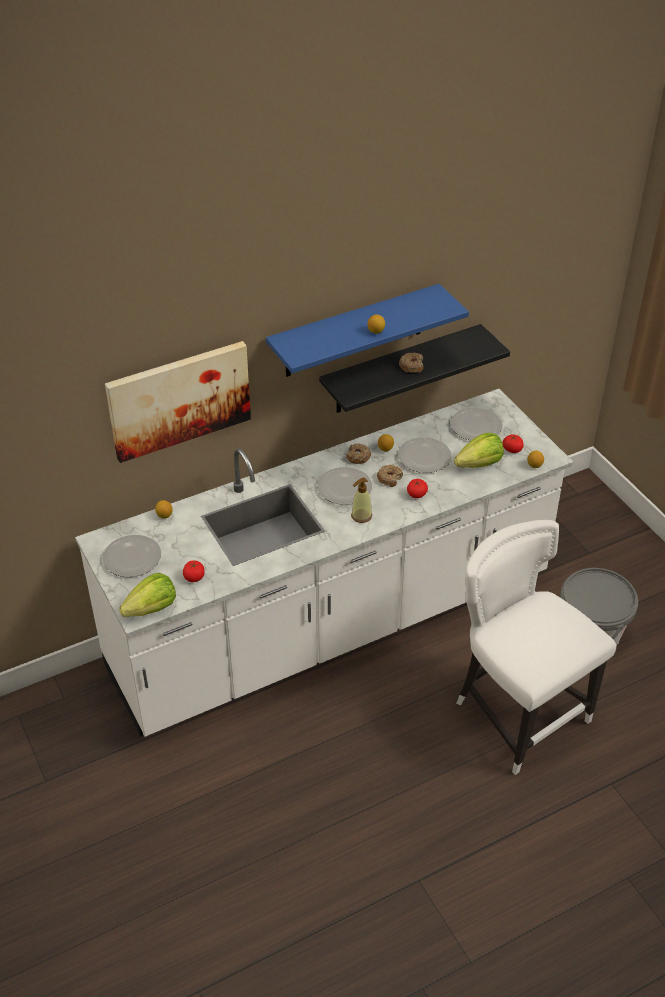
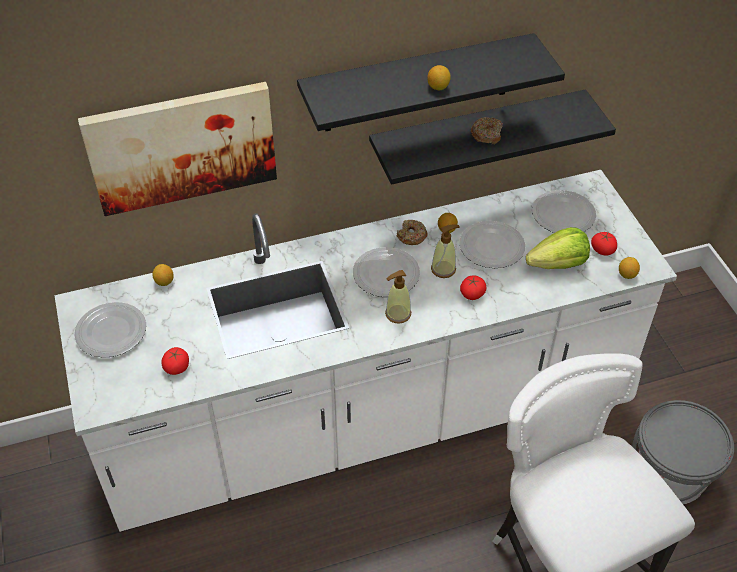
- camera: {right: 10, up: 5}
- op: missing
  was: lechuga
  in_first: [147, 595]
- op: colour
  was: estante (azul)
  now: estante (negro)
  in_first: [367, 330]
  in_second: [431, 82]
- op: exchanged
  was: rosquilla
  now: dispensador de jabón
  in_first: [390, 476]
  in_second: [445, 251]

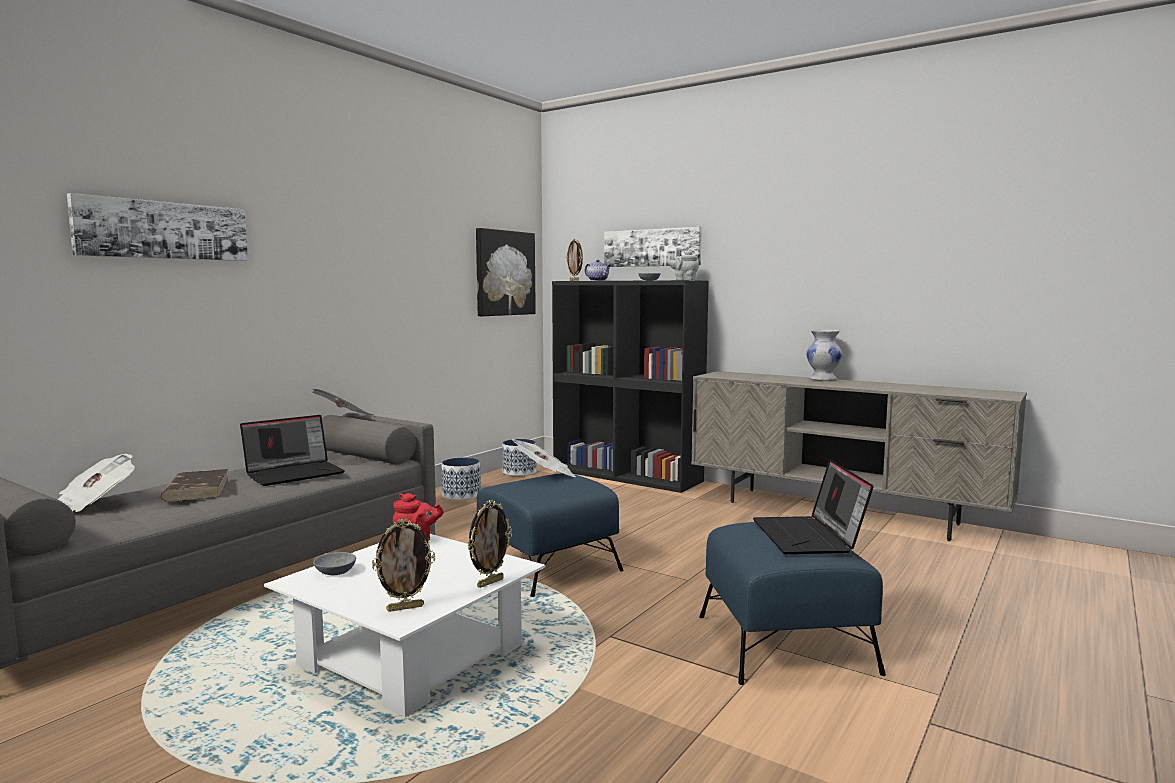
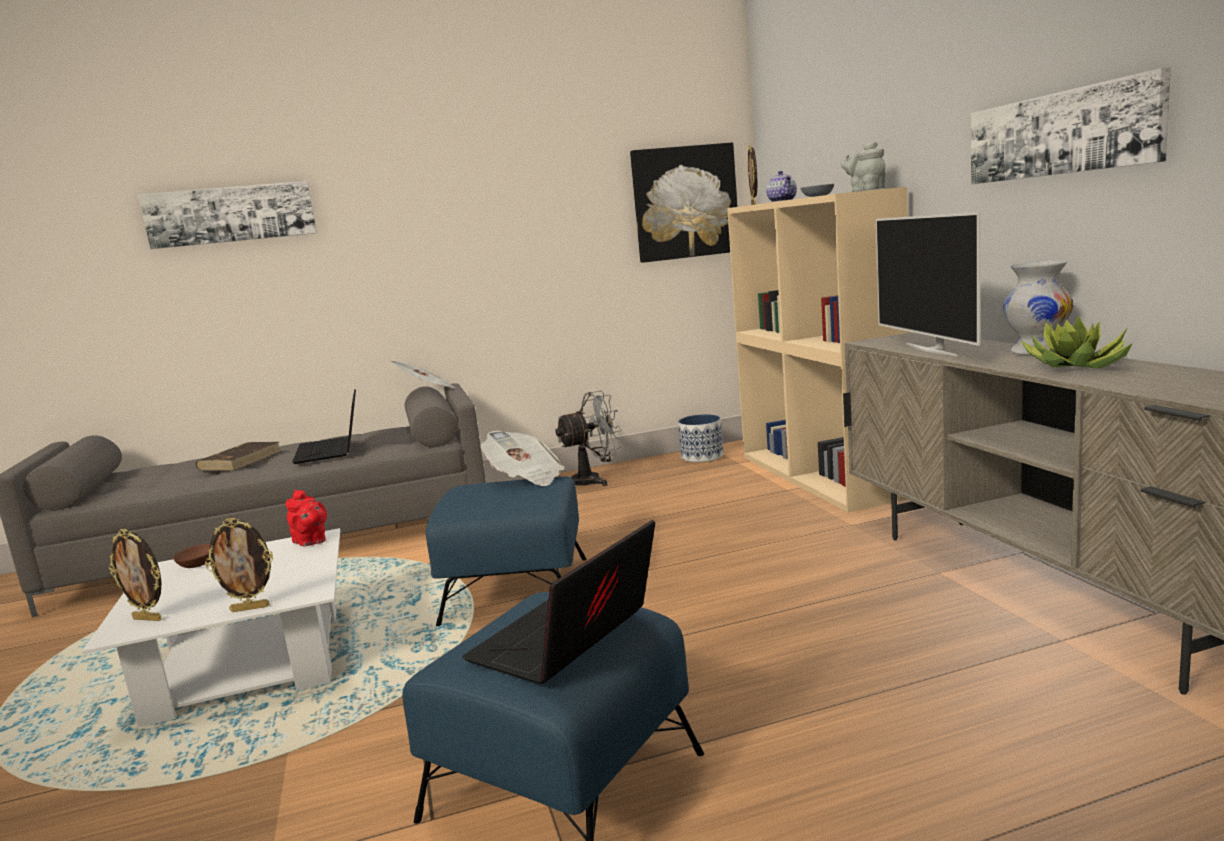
- camera: {right: 40, up: 5}
- op: missing
  was: periódico
  in_first: [96, 483]
- op: spun
  was: portátil
  in_first: [292, 450]
  in_second: [324, 426]
  clockwise: 75
- op: colour
  was: cuenco (gris)
  now: cuenco (marrón)
  in_first: [334, 563]
  in_second: [191, 556]
- op: exchanged
  was: maceta
  now: ventilador (gris)
  in_first: [461, 478]
  in_second: [588, 438]
- op: colour
  was: estantería (negro)
  now: estantería (beis)
  in_first: [630, 386]
  in_second: [818, 349]
- op: relocated
  was: cuadro
  in_first: [653, 247]
  in_second: [1071, 126]
- op: appeared
  now: televisor
  in_second: [928, 284]
- op: appeared
  now: planta en maceta
  in_second: [1077, 342]

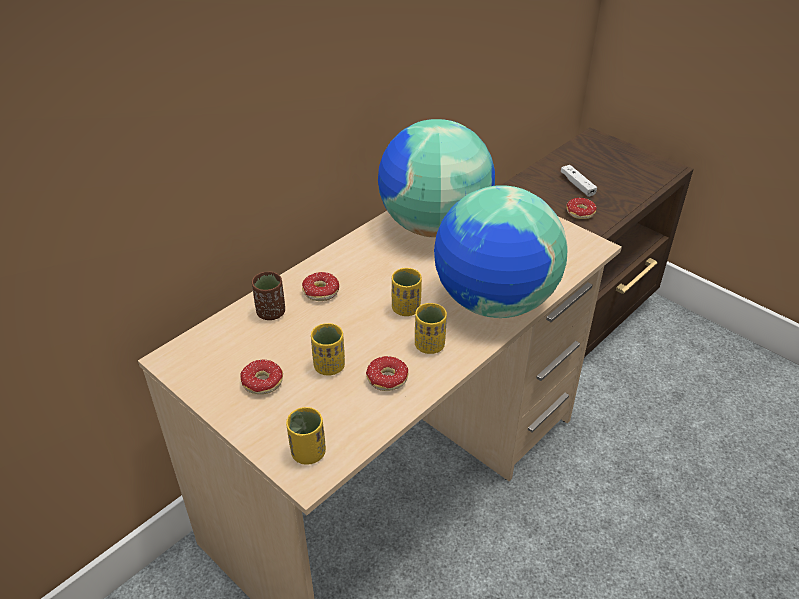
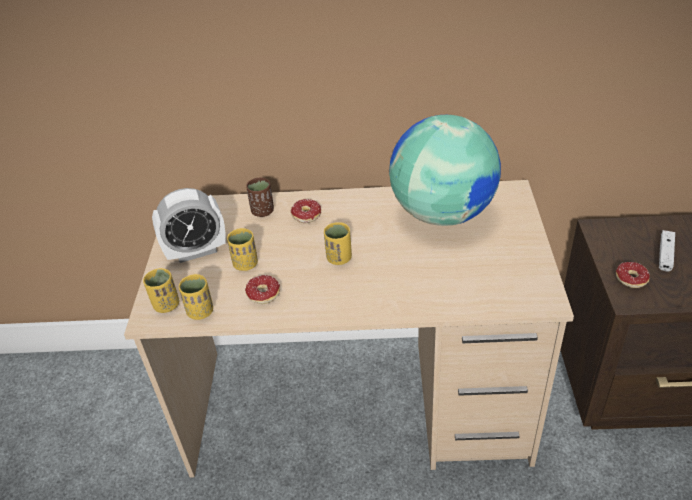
- camera: {right: 50, up: 0}
- op: exchanged
  was: rosquilla
  now: despertador
  in_first: [261, 381]
  in_second: [189, 225]
- op: relocated
  was: taza (amarillo)
  in_first: [431, 328]
  in_second: [196, 297]
- op: missing
  was: globo terráqueo
  in_first: [501, 251]

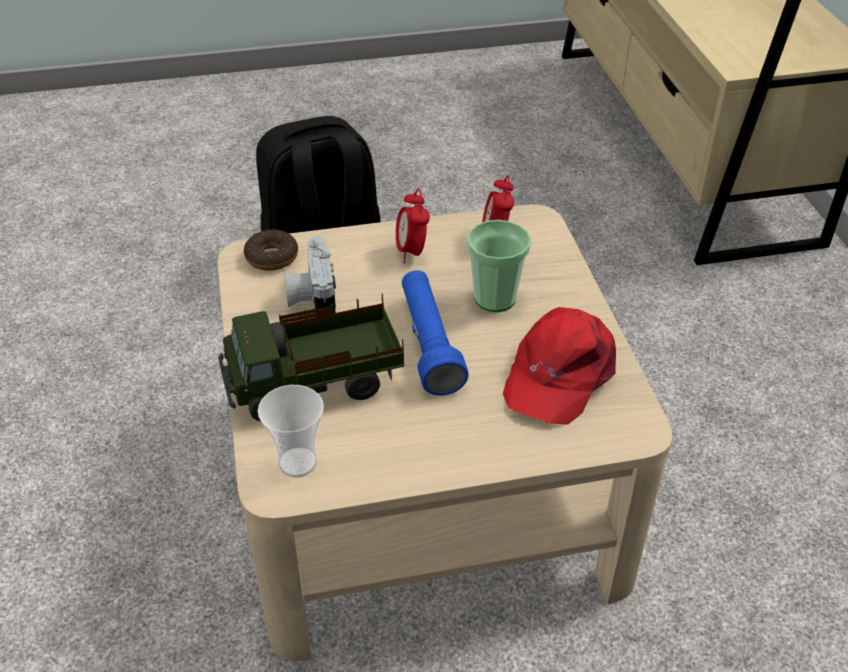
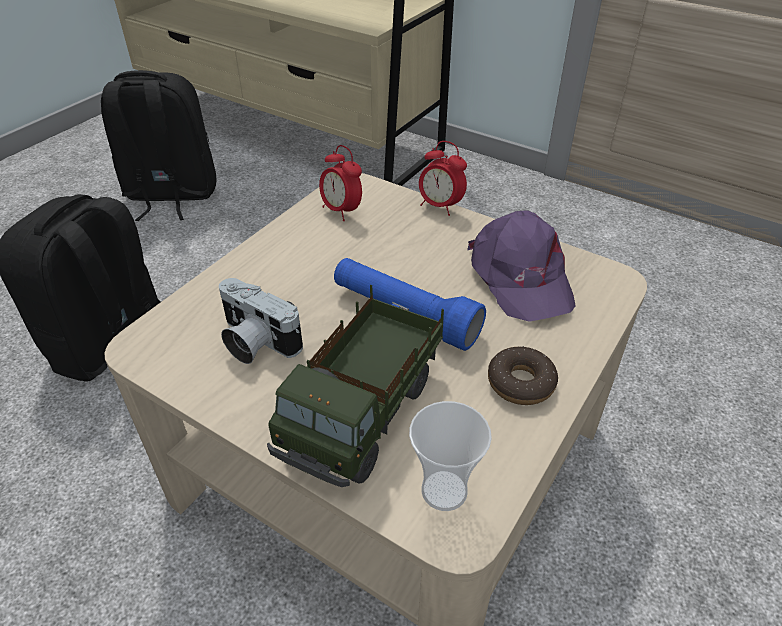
- camera: {right: -45, up: 0}
- op: relocated
  was: rosquilla
  in_first: [271, 250]
  in_second: [523, 375]
- op: relocated
  was: despertador
  in_first: [413, 226]
  in_second: [443, 178]
- op: missing
  was: taza
  in_first: [499, 266]
- op: colour
  was: gorra (rojo)
  now: gorra (morado)
  in_first: [559, 366]
  in_second: [521, 266]
- op: appeared
  now: mochila (negro)
  in_second: [159, 145]

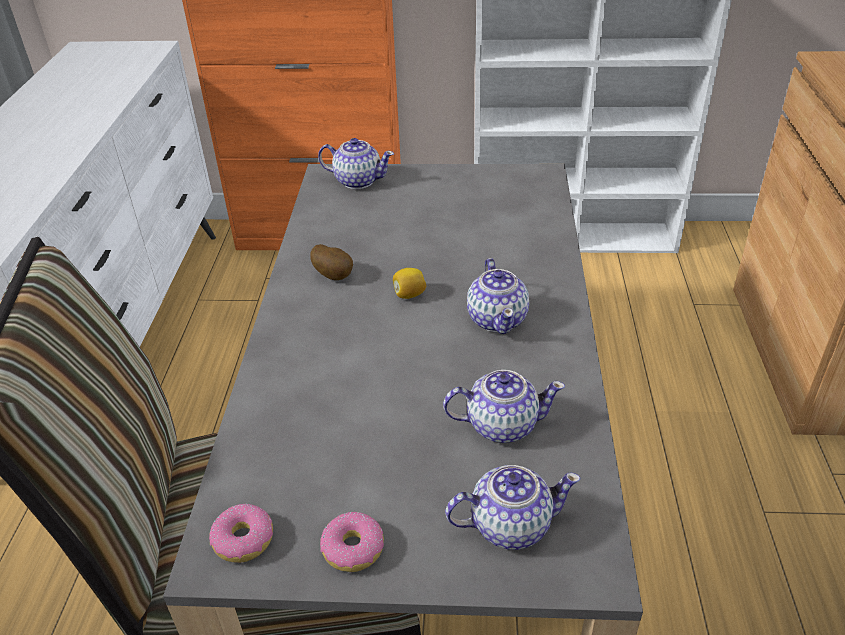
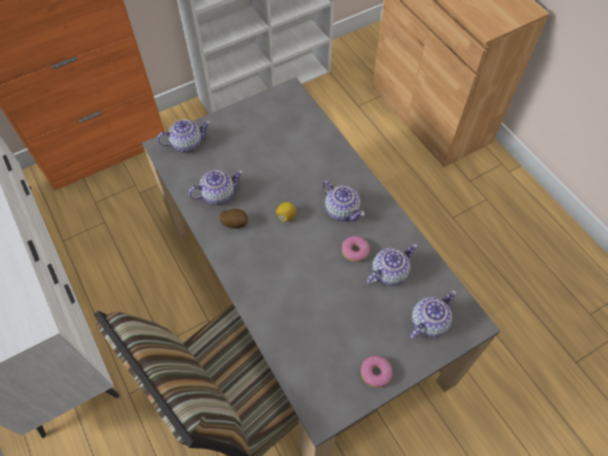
- camera: {right: -35, up: 20}
- op: relocated
  was: rosquilla
  in_first: [241, 533]
  in_second: [356, 249]
- op: appeared
  now: tetera
  in_second: [215, 187]

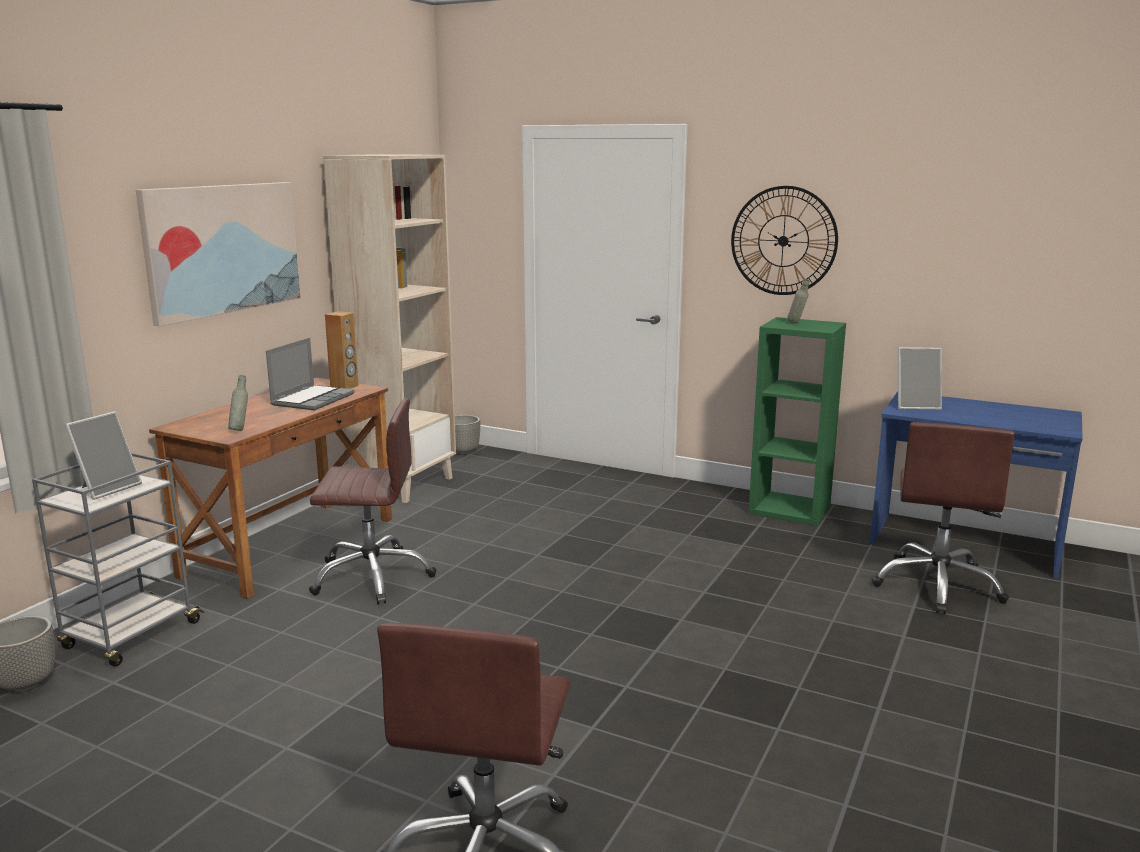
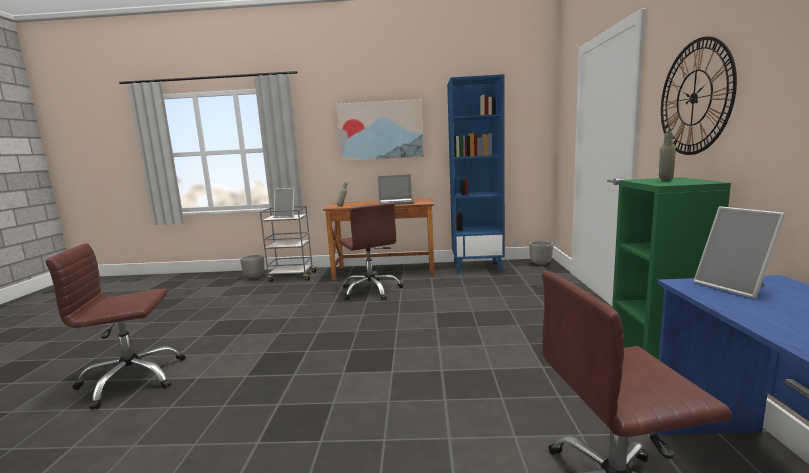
- camera: {right: 65, up: -5}
- op: colour
  was: estantería (beis)
  now: estantería (azul)
  in_first: [389, 328]
  in_second: [476, 173]
- op: missing
  was: altavoz (marrón)
  in_first: [342, 350]

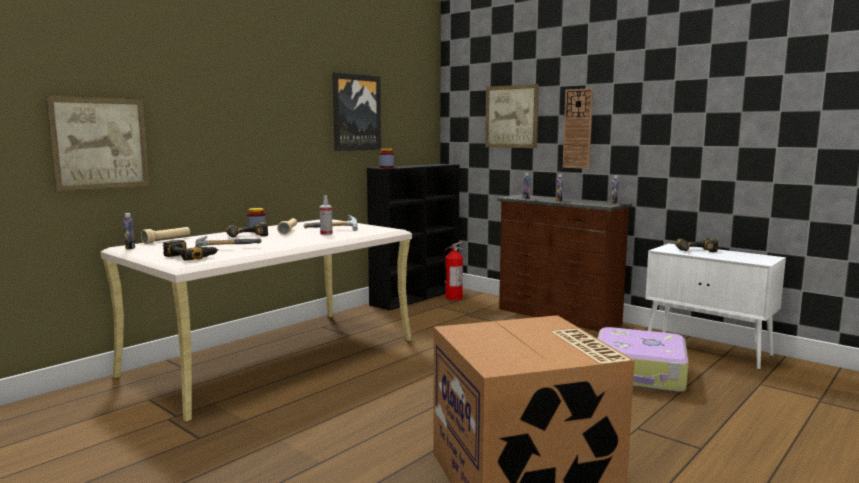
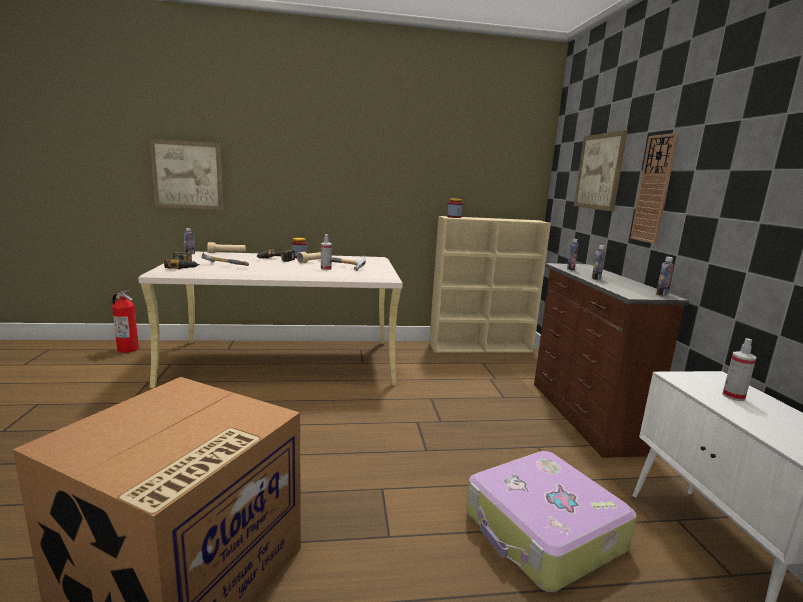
- camera: {right: 40, up: 5}
- op: missing
  was: cuadro
  in_first: [356, 111]
- op: colour
  was: estantería (negro)
  now: estantería (beis)
  in_first: [413, 237]
  in_second: [490, 284]
- op: relocated
  was: extintor
  in_first: [453, 270]
  in_second: [125, 321]
- op: exchanged
  was: taladro
  now: pulverizador
  in_first: [696, 245]
  in_second: [739, 369]

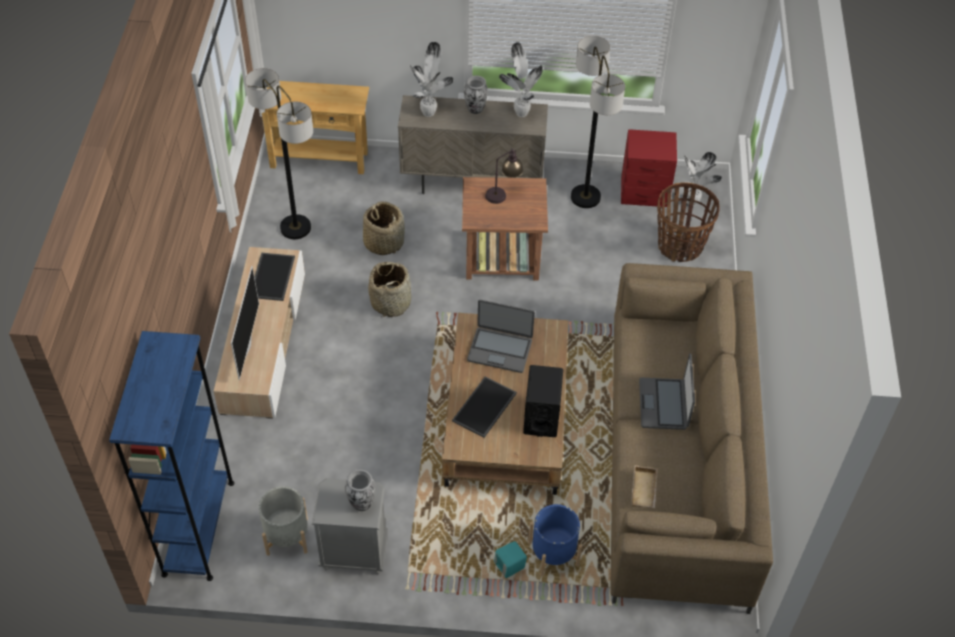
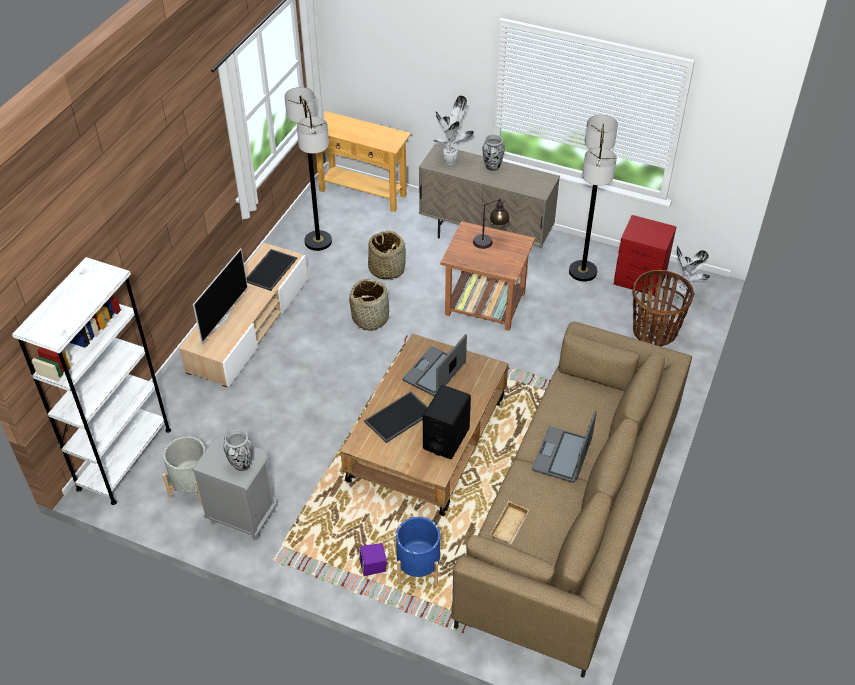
- camera: {right: 20, up: -5}
- op: colour
  was: estantería (azul)
  now: estantería (blanco)
  in_first: [171, 456]
  in_second: [91, 381]
- op: spun
  was: portátil
  in_first: [501, 336]
  in_second: [435, 365]
  clockwise: 90
- op: colour
  was: altavoz (turquesa)
  now: altavoz (morado)
  in_first: [510, 559]
  in_second: [373, 559]
- op: missing
  was: planta en maceta
  in_first: [521, 79]

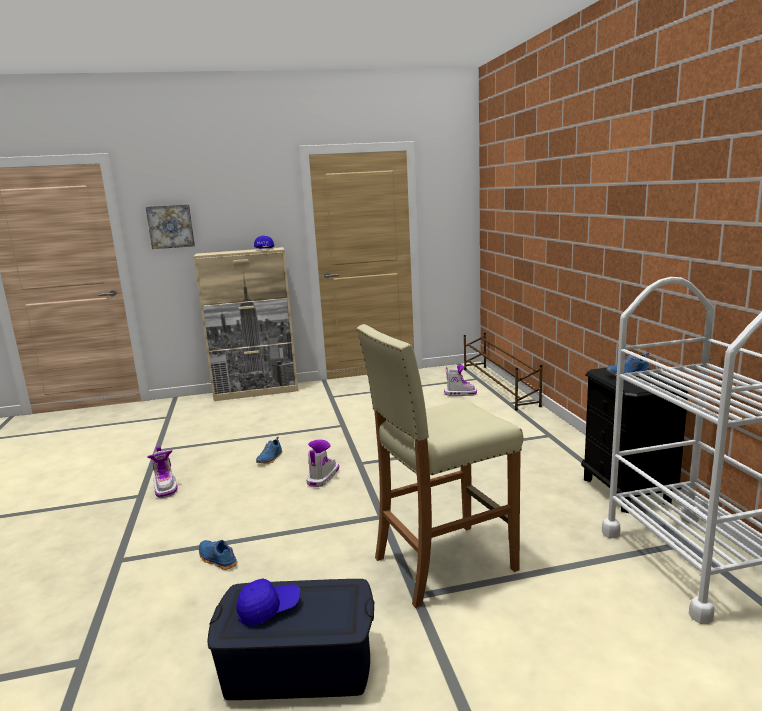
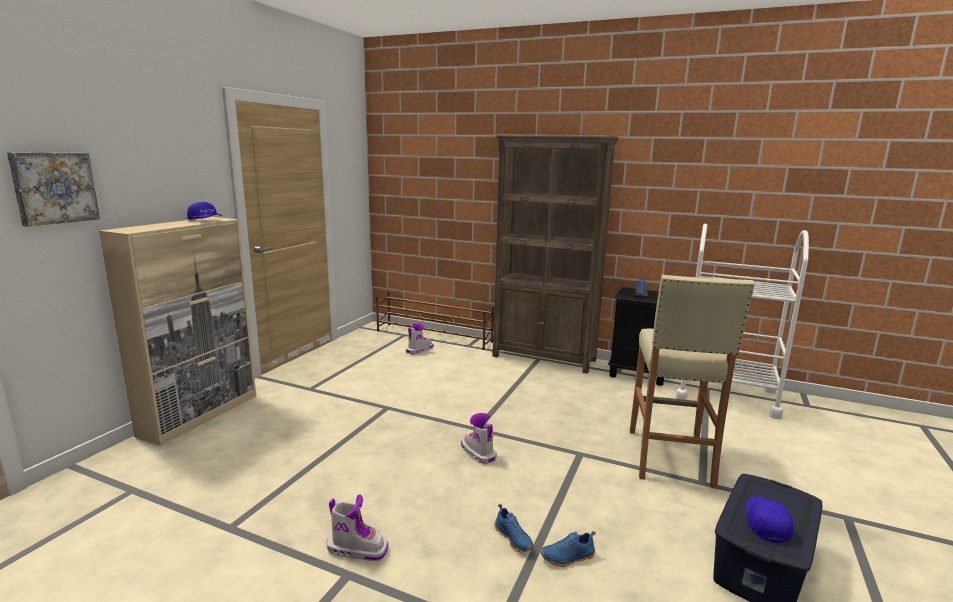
- camera: {right: -55, up: 0}
- op: relocated
  was: zapato (azul)
  in_first: [269, 450]
  in_second: [513, 528]
- op: appeared
  now: estantería (marrón)
  in_second: [555, 254]

